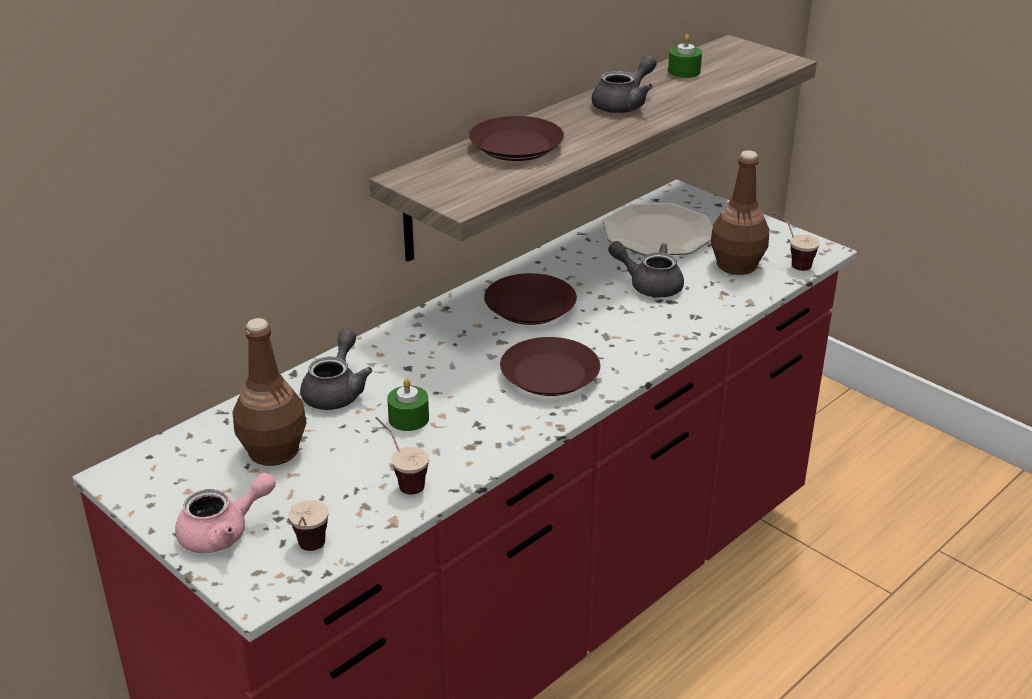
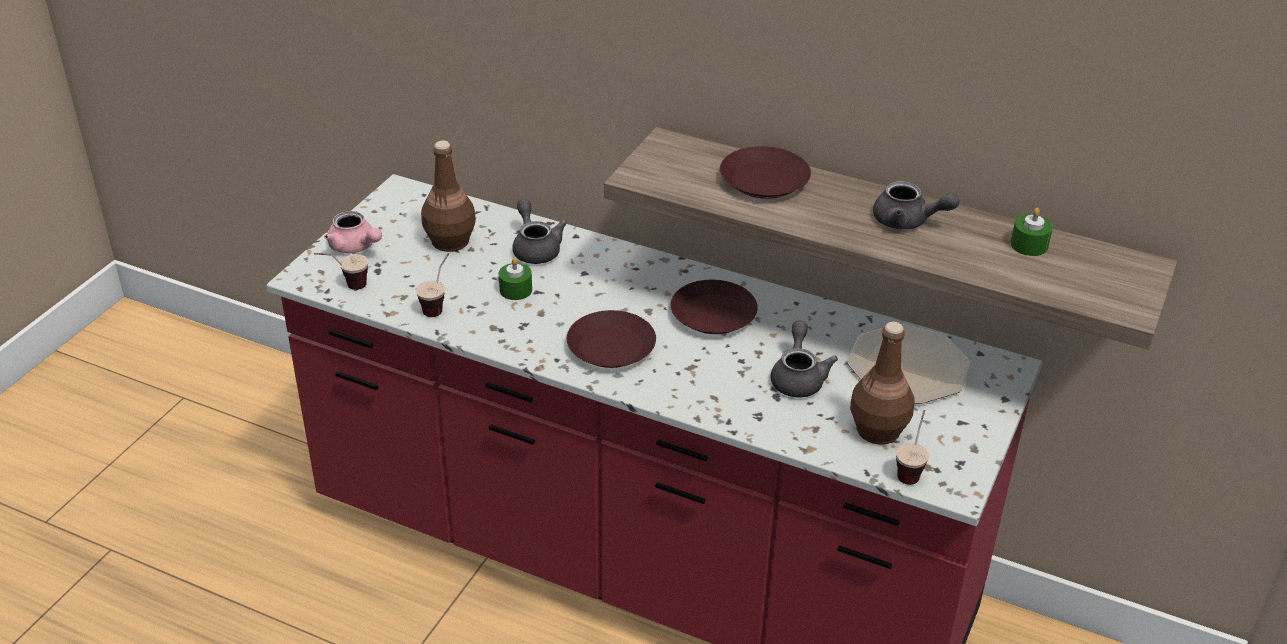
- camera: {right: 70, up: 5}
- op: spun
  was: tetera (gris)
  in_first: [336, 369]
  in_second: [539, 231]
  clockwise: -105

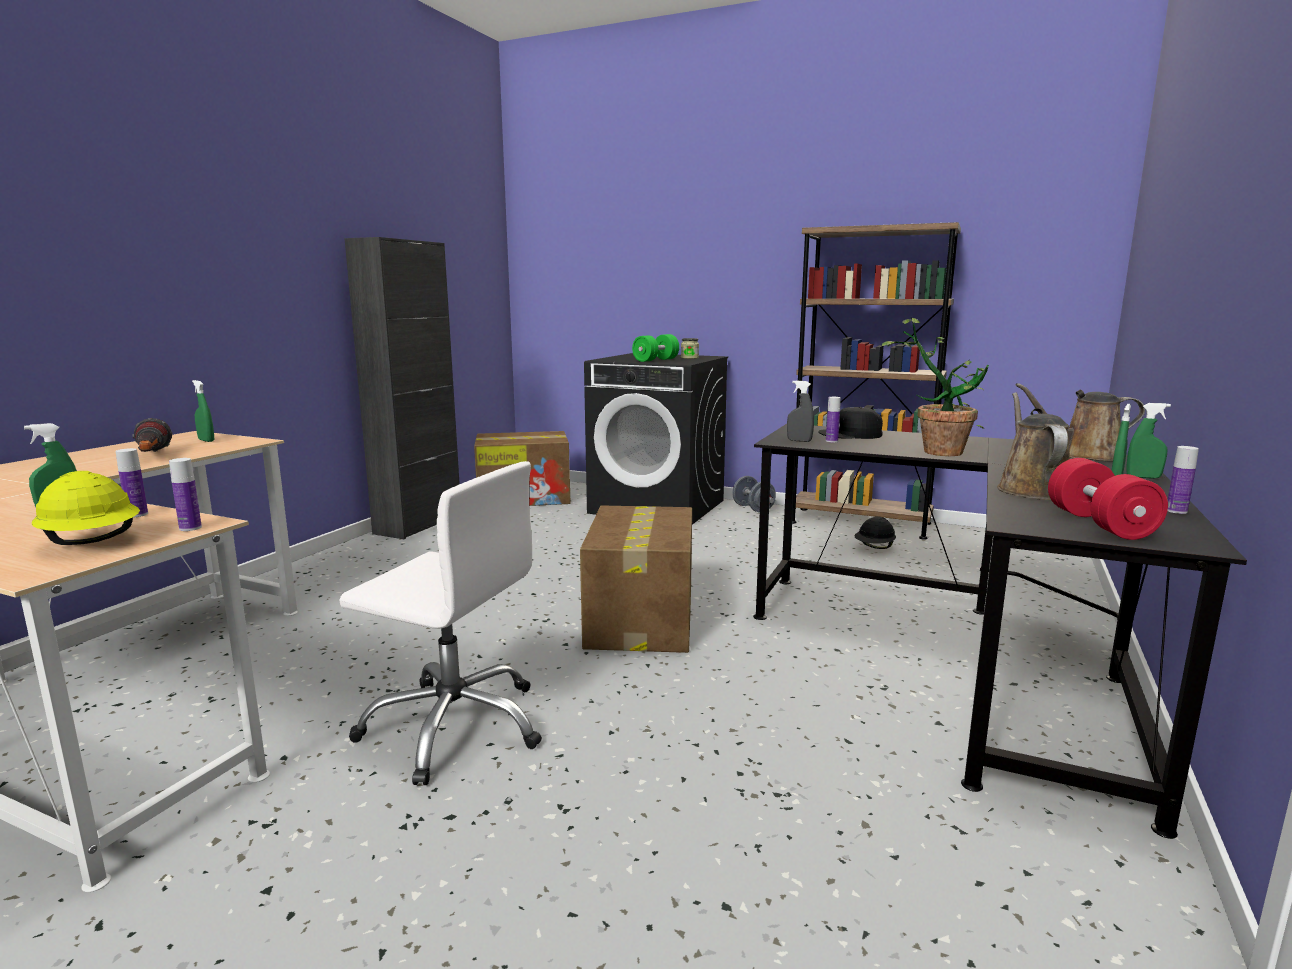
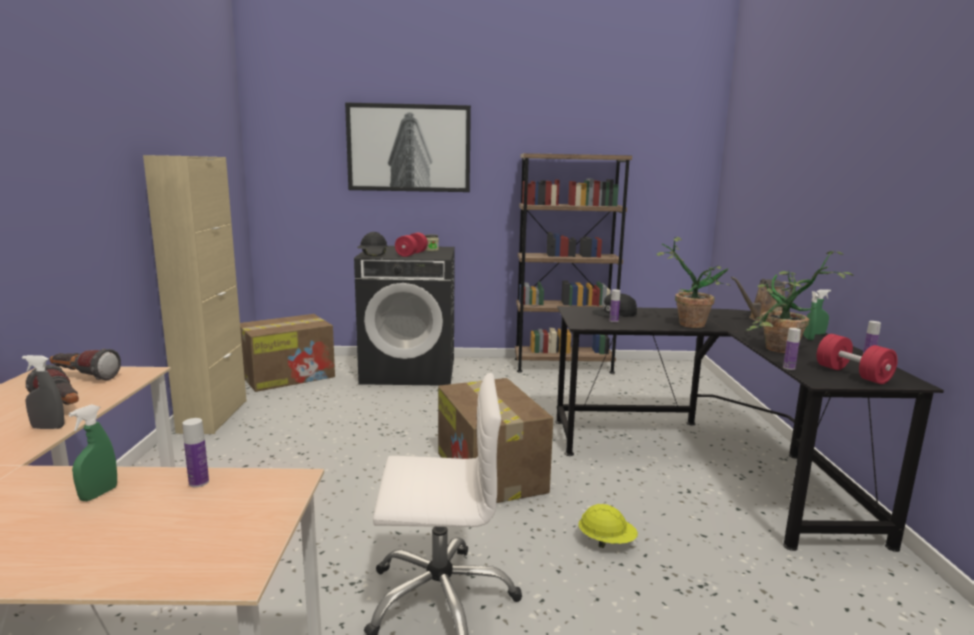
- camera: {right: -25, up: 0}
- op: relocated
  was: casco (amarillo)
  in_first: [86, 508]
  in_second: [608, 526]
- op: relocated
  was: botella
  in_first: [185, 494]
  in_second: [792, 349]
- op: exchanged
  was: pulverizador (verde)
  now: linterna
  in_first: [203, 411]
  in_second: [85, 364]
- op: colour
  was: armario (negro)
  now: armario (beis)
  in_first: [402, 388]
  in_second: [195, 294]
- op: colour
  was: mancuerna (verde)
  now: mancuerna (rojo)
  in_first: [655, 348]
  in_second: [411, 244]
- op: missing
  was: mancuerna (gris)
  in_first: [754, 494]
- op: relocated
  was: pulverizador (gris)
  in_first: [800, 411]
  in_second: [43, 392]
- op: relocated
  was: casco (negro)
  in_first: [875, 532]
  in_second: [372, 244]
- op: exchanged
  was: regadera (marrón)
  now: planta en maceta
  in_first: [1033, 446]
  in_second: [799, 302]
- op: appeared
  now: cuadro
  in_second: [408, 147]

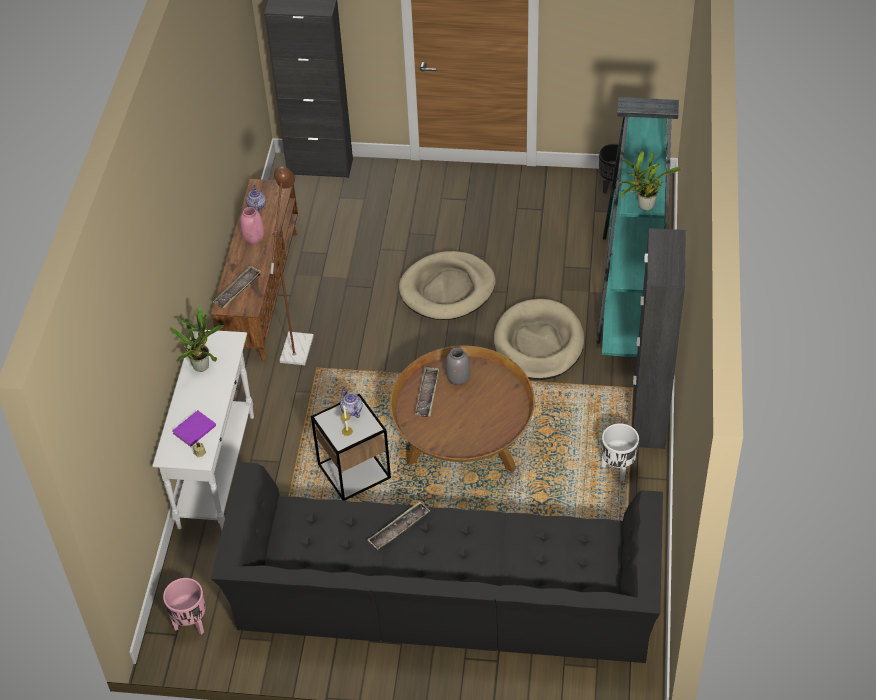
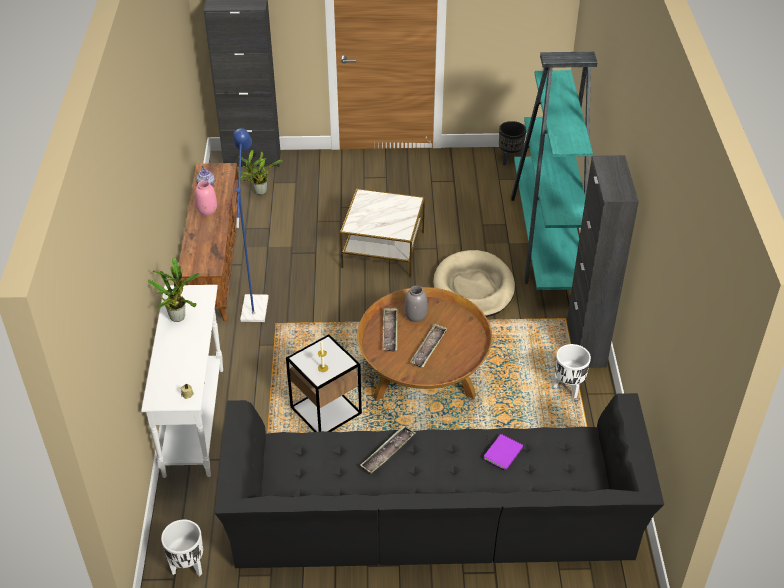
- camera: {right: -10, up: -5}
- op: colour
  was: maceta (rosa)
  now: maceta (blanco)
  in_first: [184, 606]
  in_second: [182, 548]
- op: relocated
  was: libro (morado)
  in_first: [194, 428]
  in_second: [503, 452]
- op: relocated
  was: bandeja
  in_first: [237, 286]
  in_second: [428, 345]
- op: colour
  was: lámpara de pie (marrón)
  now: lámpara de pie (azul)
  in_first: [292, 265]
  in_second: [251, 225]
- op: missing
  was: tetera
  in_first: [351, 403]
- op: exchanged
  was: cama para perro (beis)
  now: mesa auxiliar
  in_first: [447, 285]
  in_second: [382, 233]
- op: relocated
  was: planta en maceta
  in_first: [651, 181]
  in_second: [260, 172]

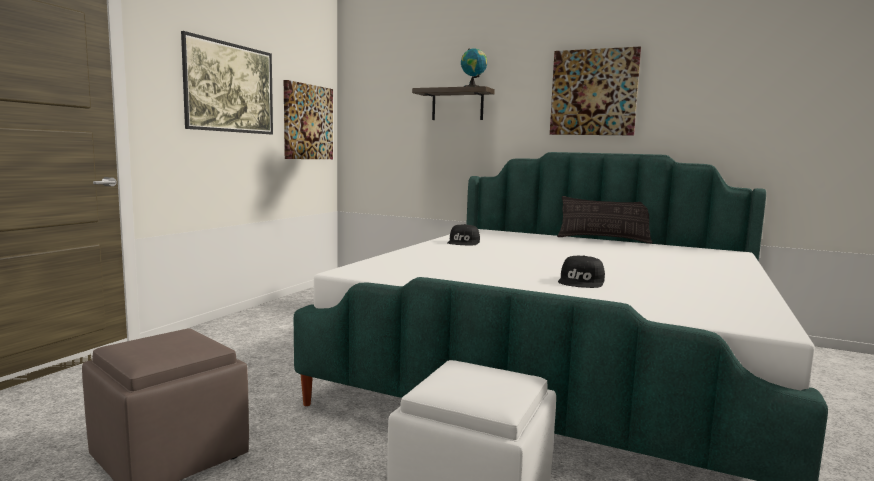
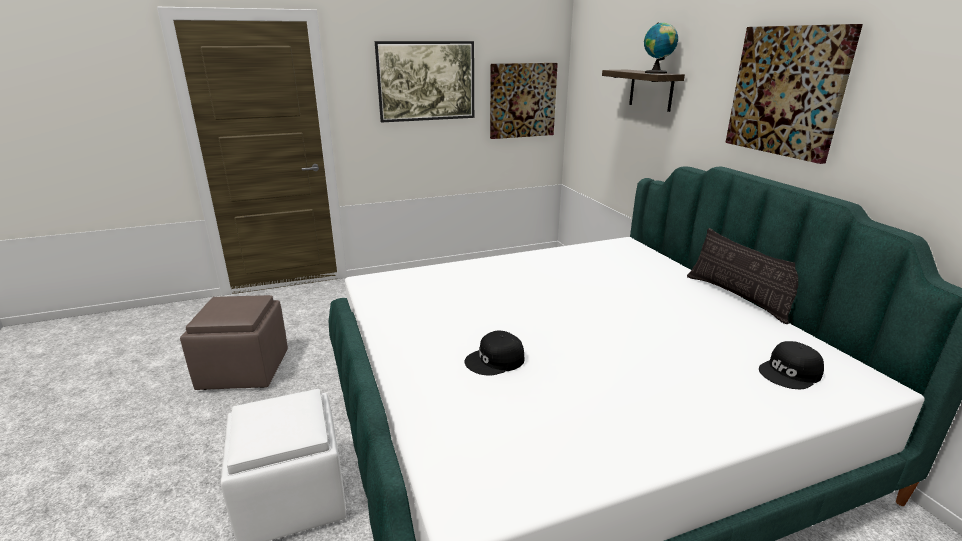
- camera: {right: 45, up: 15}
- op: relocated
  was: gorra (negro)
  in_first: [463, 234]
  in_second: [791, 365]

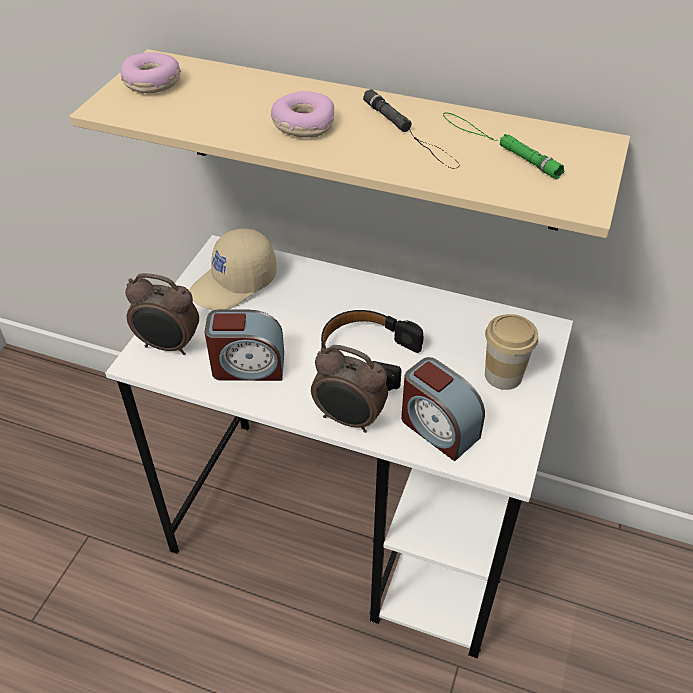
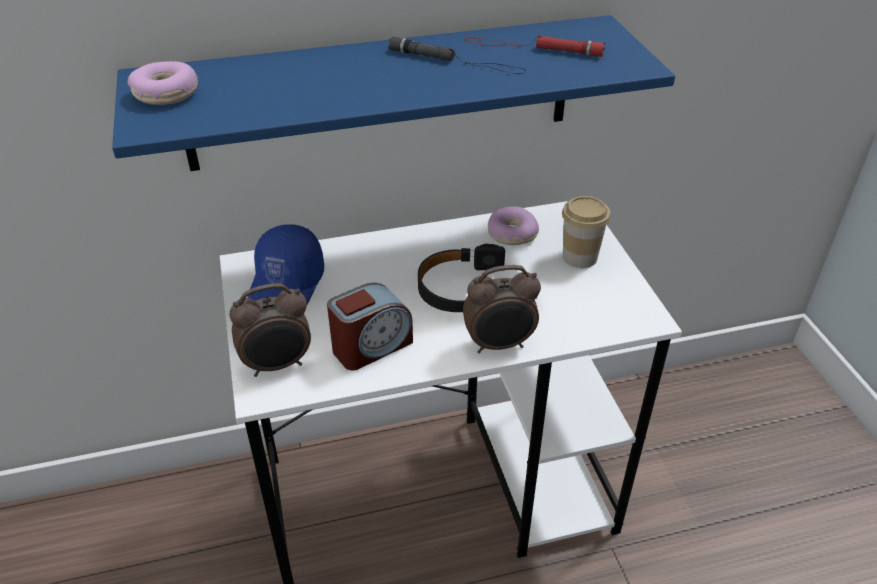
- camera: {right: -35, up: -5}
- op: colour
  was: estante (beis)
  now: estante (azul)
  in_first: [349, 143]
  in_second: [393, 93]
- op: colour
  was: gorra (beis)
  now: gorra (azul)
  in_first: [233, 269]
  in_second: [285, 264]
- op: relocated
  was: rosquilla
  in_first: [302, 114]
  in_second: [513, 225]
- op: missing
  was: despertador
  in_first: [443, 409]
- op: colour
  was: linterna (verde)
  now: linterna (rojo)
  in_first: [503, 146]
  in_second: [535, 46]

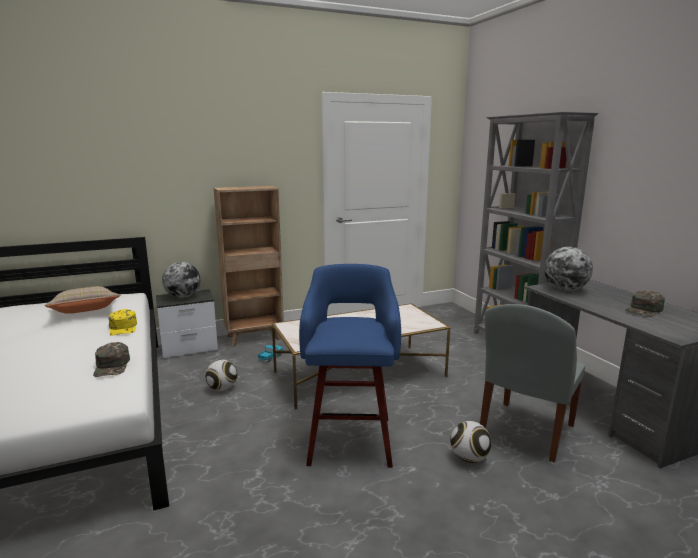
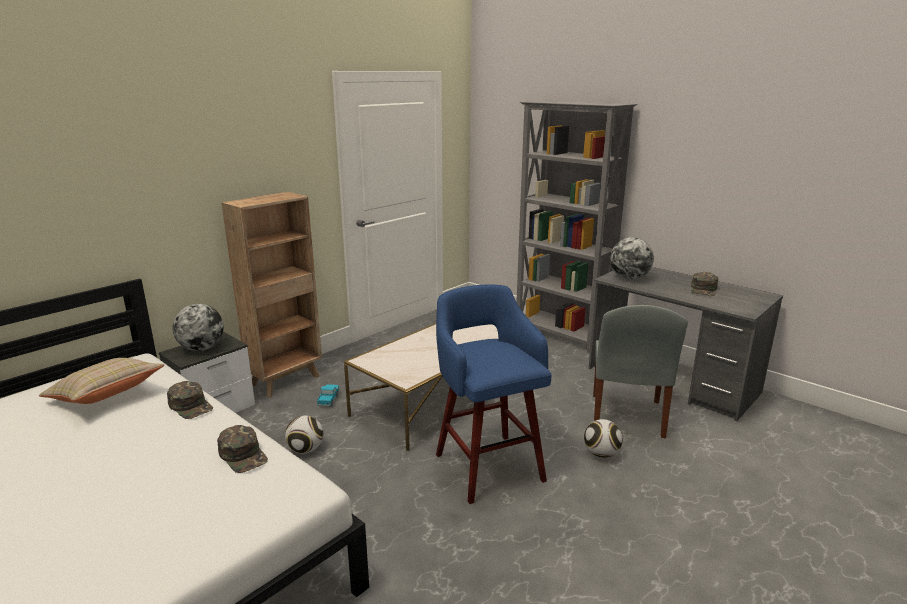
- camera: {right: -25, up: 5}
- op: colour
  was: gorra (amarillo)
  now: gorra (verde)
  in_first: [123, 322]
  in_second: [190, 400]

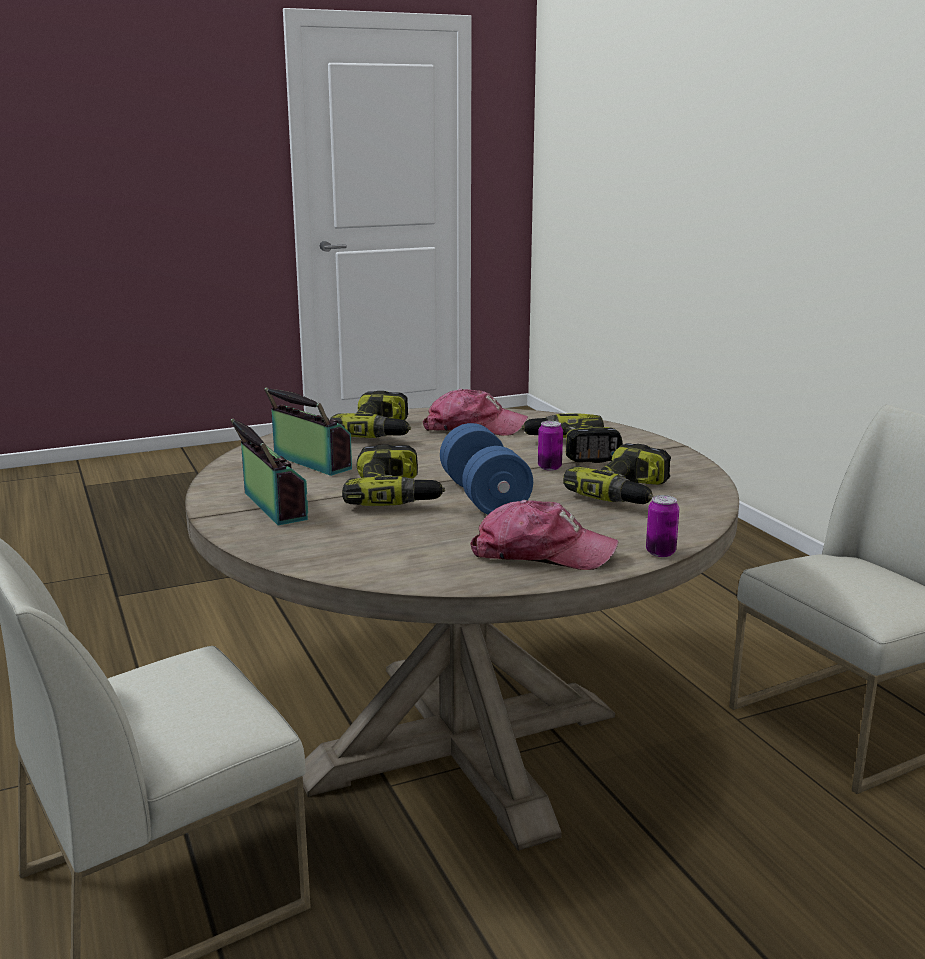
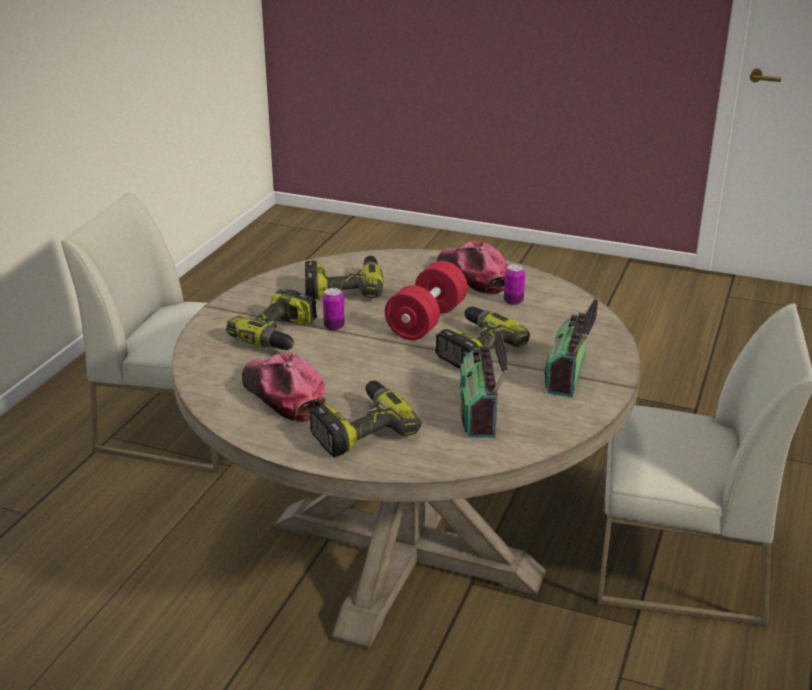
- camera: {right: -135, up: 10}
- op: colour
  was: mancuerna (azul)
  now: mancuerna (rojo)
  in_first: [486, 469]
  in_second: [426, 300]
- op: relocated
  was: lata
  in_first: [662, 526]
  in_second: [514, 284]

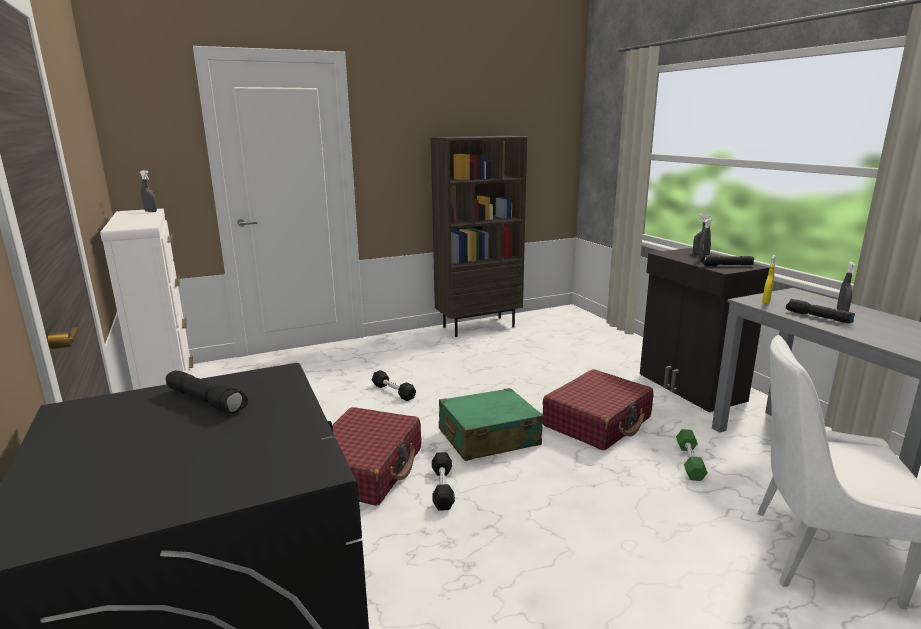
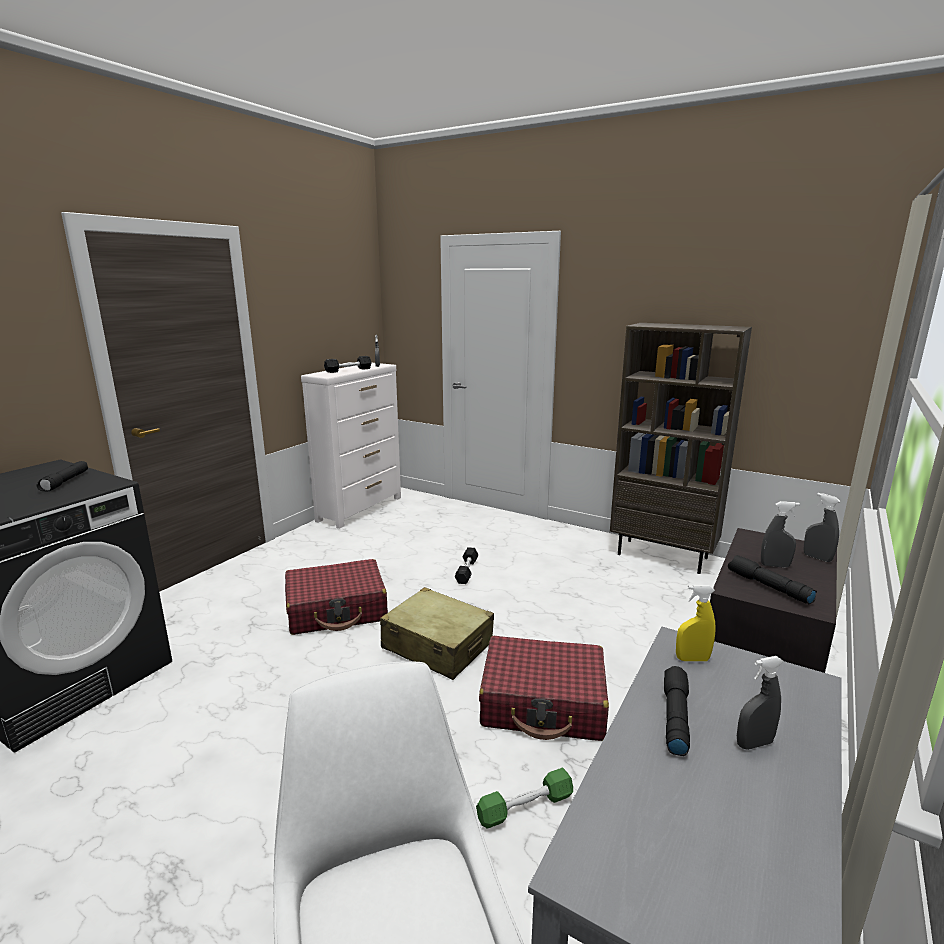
- camera: {right: 55, up: 0}
- op: relocated
  was: mancuerna (negro)
  in_first: [443, 481]
  in_second: [348, 364]
- op: colour
  was: maleta (verde)
  now: maleta (beis)
  in_first: [491, 424]
  in_second: [437, 633]

